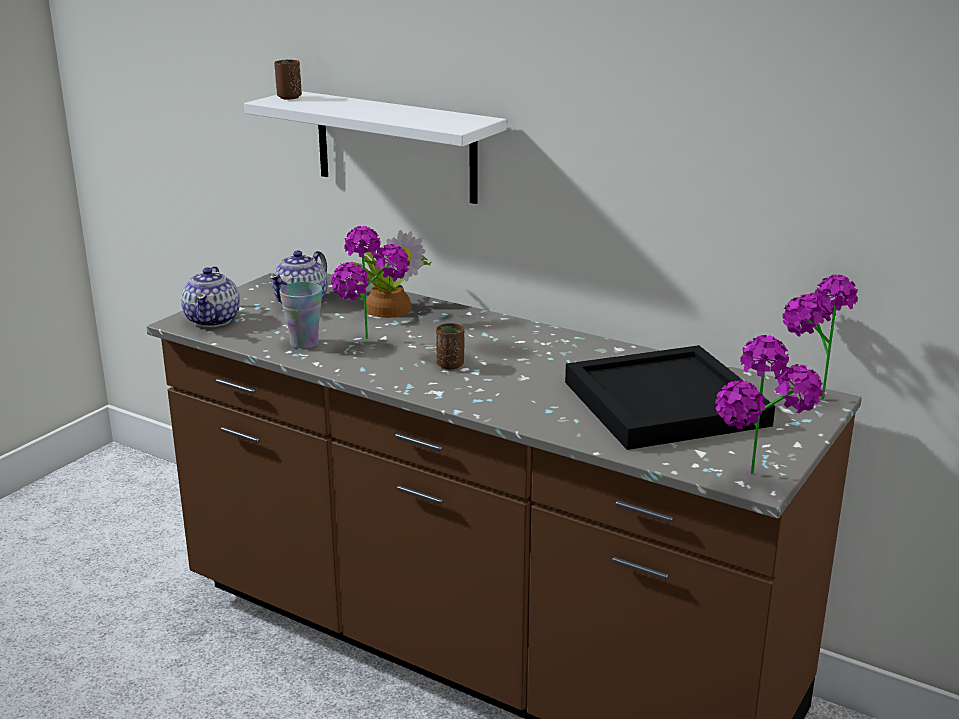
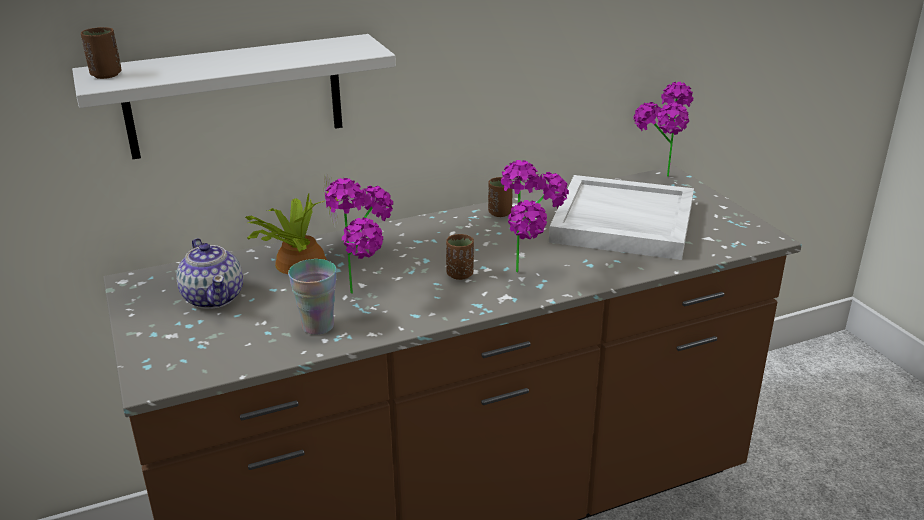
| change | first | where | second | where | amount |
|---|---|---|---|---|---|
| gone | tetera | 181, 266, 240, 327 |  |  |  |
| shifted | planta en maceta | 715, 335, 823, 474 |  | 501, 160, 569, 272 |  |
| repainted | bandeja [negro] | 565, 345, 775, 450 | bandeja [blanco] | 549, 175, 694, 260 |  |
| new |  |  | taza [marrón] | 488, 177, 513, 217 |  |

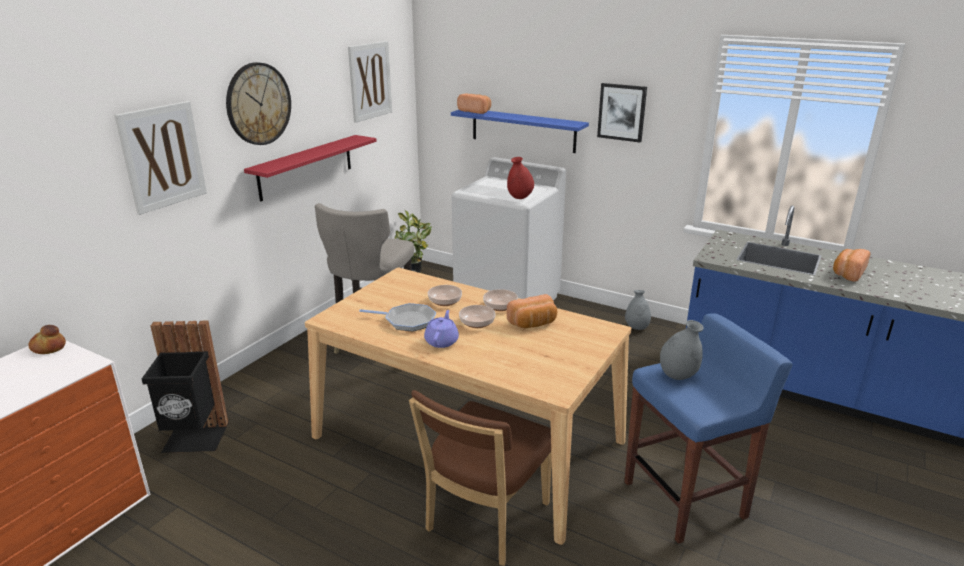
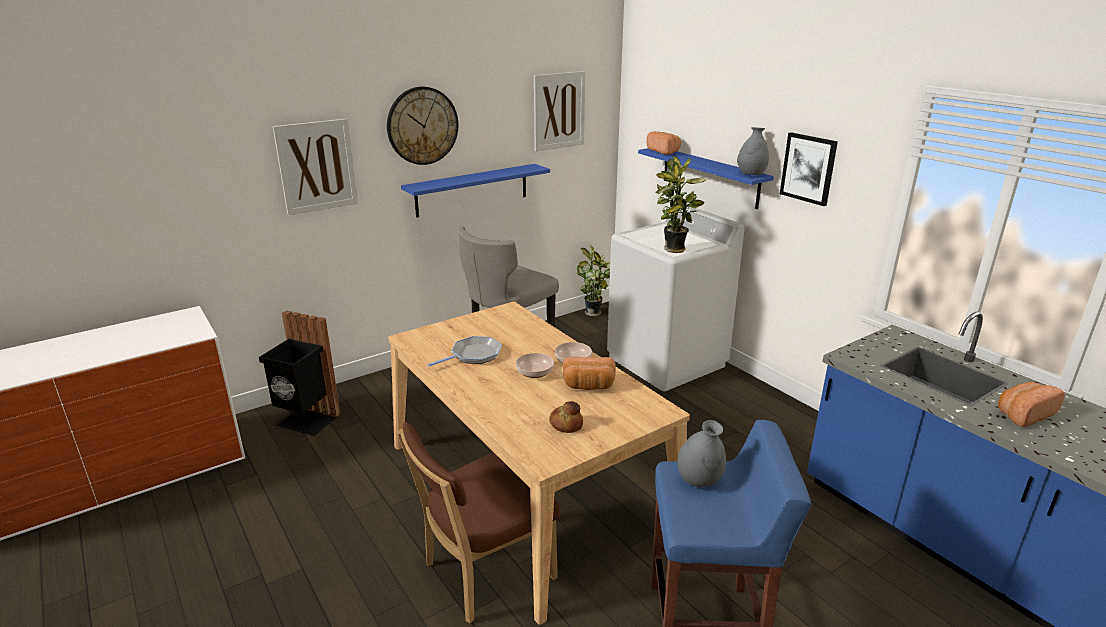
| change | first | where | second | where | amount |
|---|---|---|---|---|---|
| repainted | estante [rojo] | 244, 135, 377, 202 | estante [azul] | 401, 164, 550, 218 |  |
| swapped | florero [rojo] | 507, 157, 534, 199 | planta en maceta | 655, 155, 706, 253 |  |
| gone | cuenco | 428, 285, 462, 306 |  |  |  |
| shifted | florero [gris] | 625, 290, 651, 330 |  | 737, 127, 769, 175 |  |
| rotated | sartén | 359, 303, 436, 331 |  | 427, 336, 502, 366 | 75 degrees counterclockwise |
| gone | tetera [morado] | 424, 310, 459, 348 |  |  |  |
| shifted | pan | 28, 325, 66, 354 |  | 549, 401, 583, 433 |  |

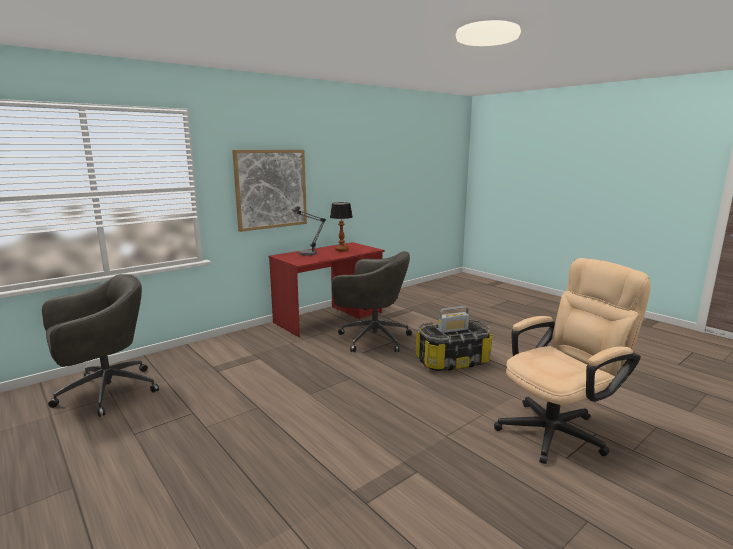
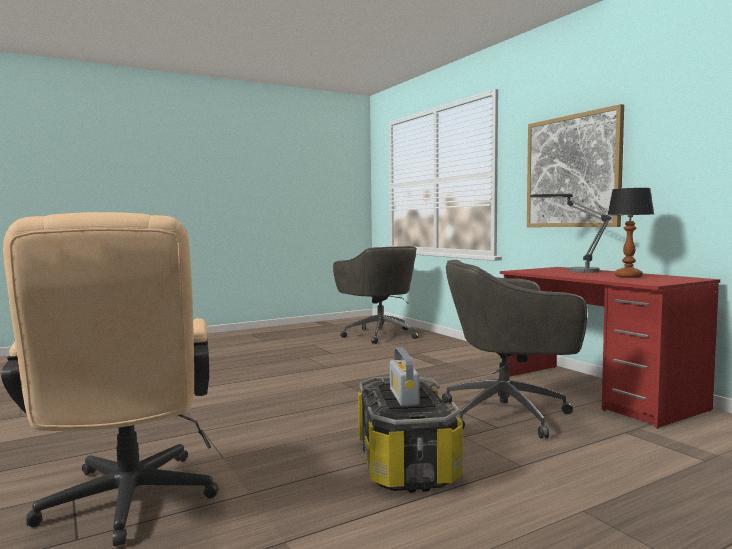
| change | first | where | second | where | amount |
|---|---|---|---|---|---|
| rotated | silla de oficina [gris] | 332, 251, 412, 352 |  | 442, 260, 587, 439 | 60 degrees clockwise |

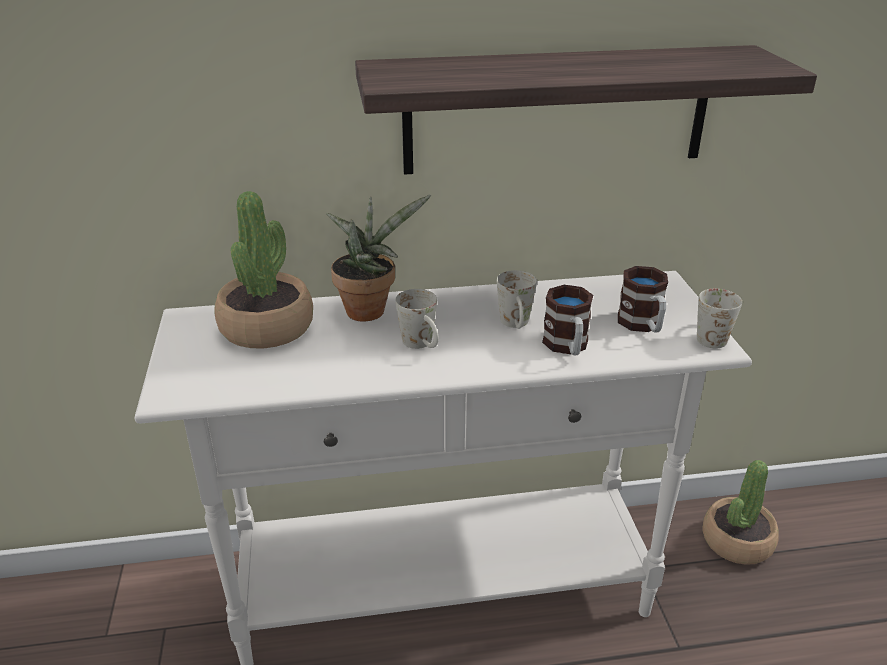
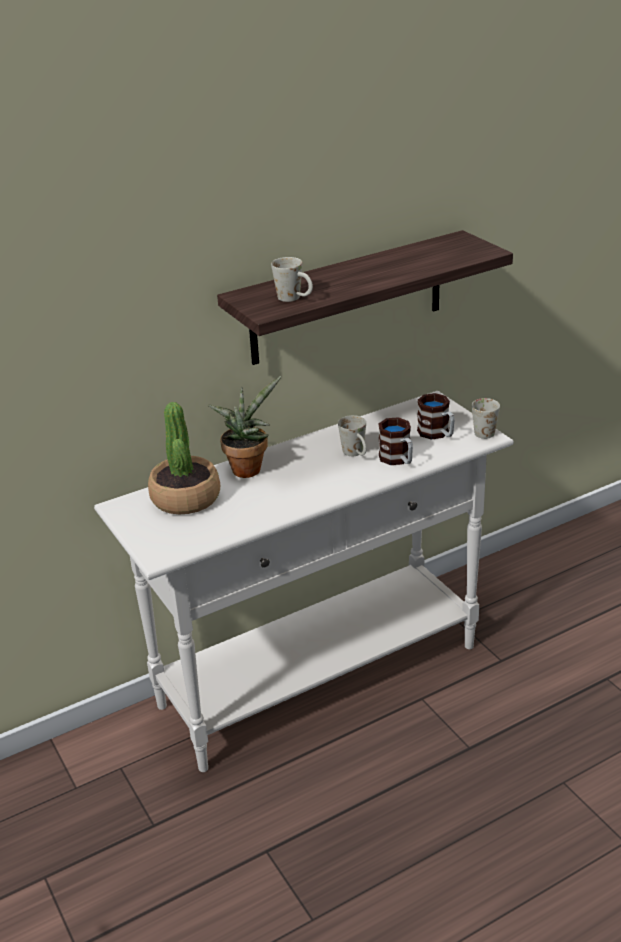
| change | first | where | second | where | amount |
|---|---|---|---|---|---|
| shifted | taza grande [blanco] | 395, 289, 439, 349 |  | 271, 257, 313, 302 |  |
| gone | planta en maceta | 702, 460, 779, 565 |  |  |  |

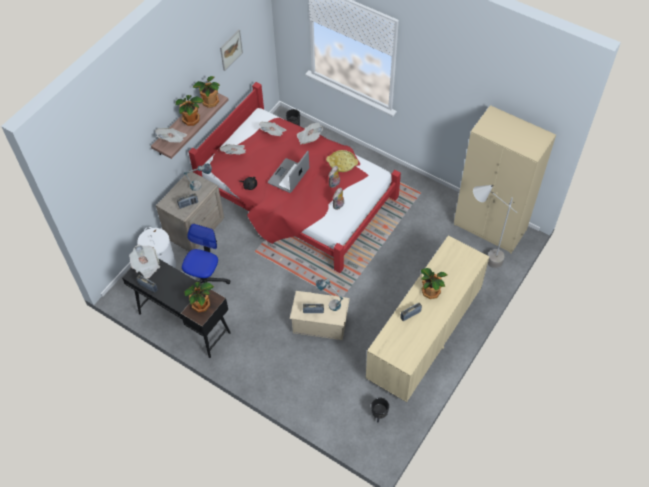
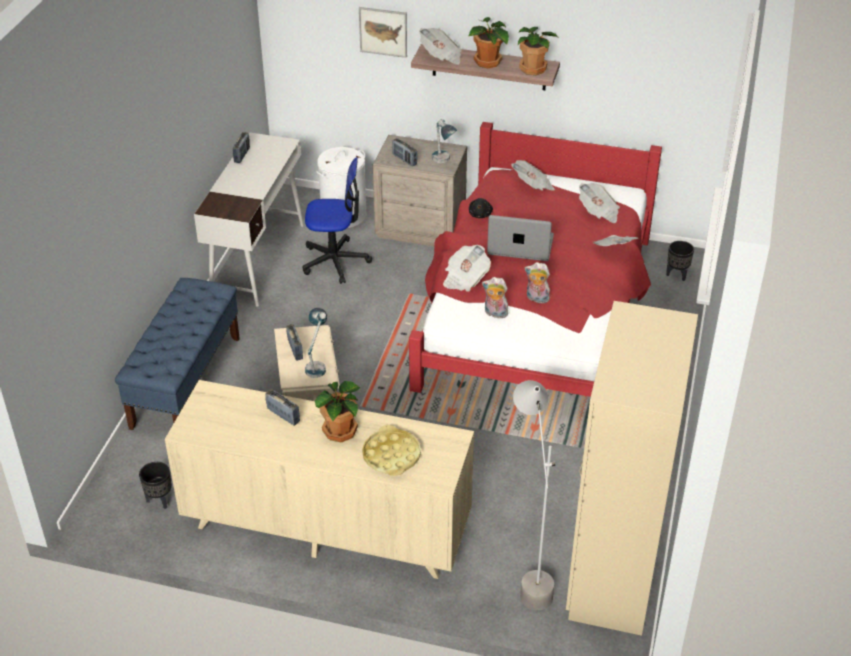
| change | first | where | second | where | amount |
|---|---|---|---|---|---|
| shifted | cuadro | 220, 29, 243, 71 |  | 359, 7, 407, 58 |  |
| shifted | bandeja [amarillo] | 326, 150, 358, 172 |  | 362, 425, 421, 476 |  |
| shifted | periódico | 129, 244, 160, 279 |  | 443, 245, 491, 291 |  |
| repainted | escritorio [negro] | 122, 258, 231, 358 | escritorio [blanco] | 194, 132, 304, 306 |  |
| gone | planta en maceta | 185, 282, 214, 312 |  |  |  |
| new |  |  | banco [azul] | 115, 278, 240, 430 |  |

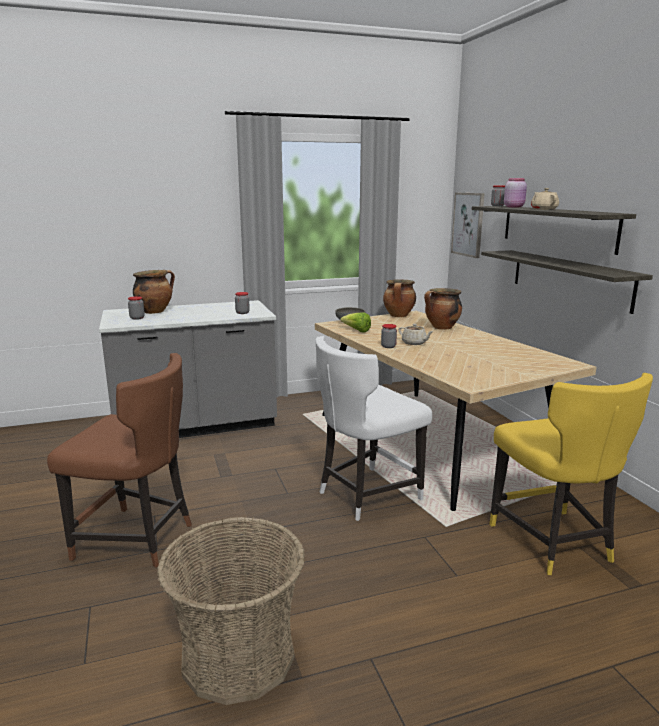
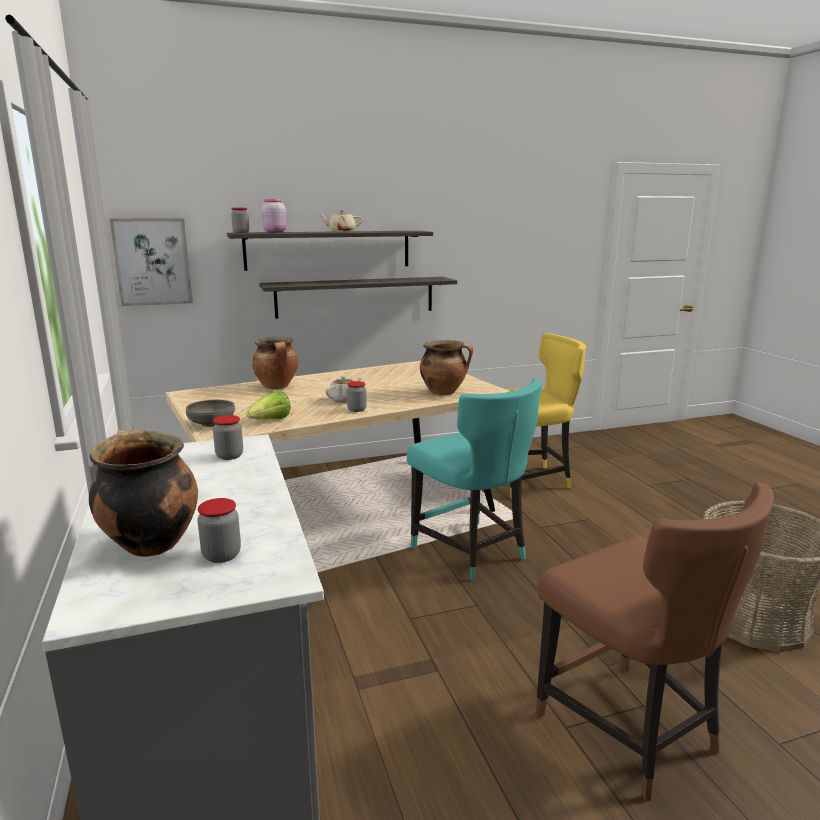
| change | first | where | second | where | amount |
|---|---|---|---|---|---|
| shifted | olla | 383, 279, 416, 317 |  | 420, 340, 473, 395 |  |
| repainted | silla [blanco] | 315, 336, 432, 521 | silla [turquesa] | 407, 379, 542, 582 |  |
| rotated | silla [marrón] | 47, 353, 192, 568 |  | 536, 482, 774, 801 | 135 degrees clockwise |

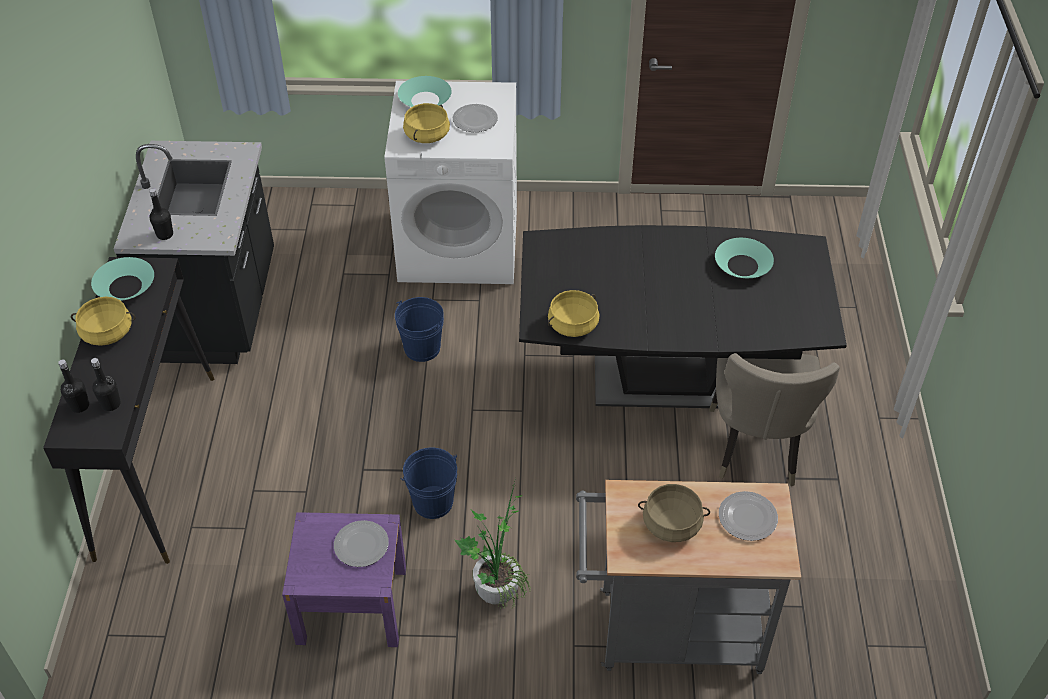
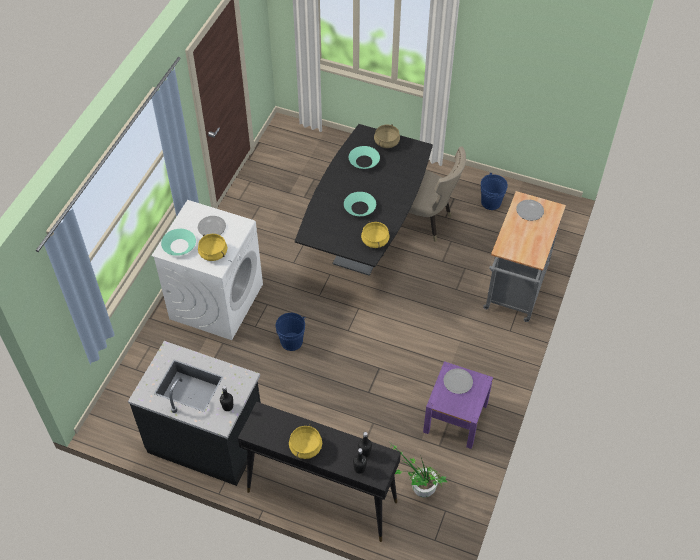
| change | first | where | second | where | amount |
|---|---|---|---|---|---|
| shifted | cuenco [turquesa] | 91, 257, 154, 301 |  | 344, 192, 376, 216 |  |
| shifted | cubo [azul] | 401, 447, 457, 519 |  | 481, 173, 508, 210 |  |
| shifted | planta en maceta | 455, 478, 530, 609 |  | 390, 445, 447, 498 |  |
| shifted | olla [beis] | 638, 484, 710, 542 |  | 374, 124, 400, 148 |  |

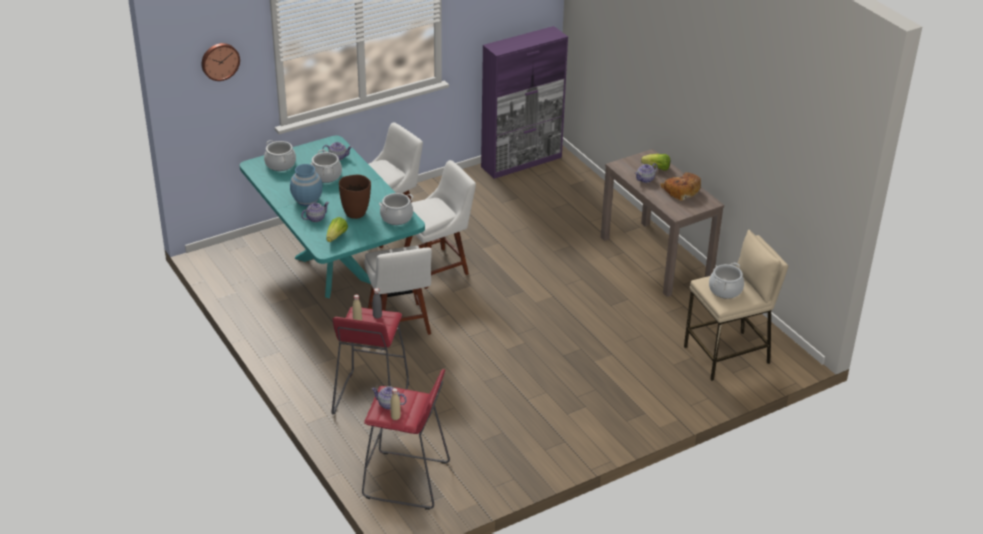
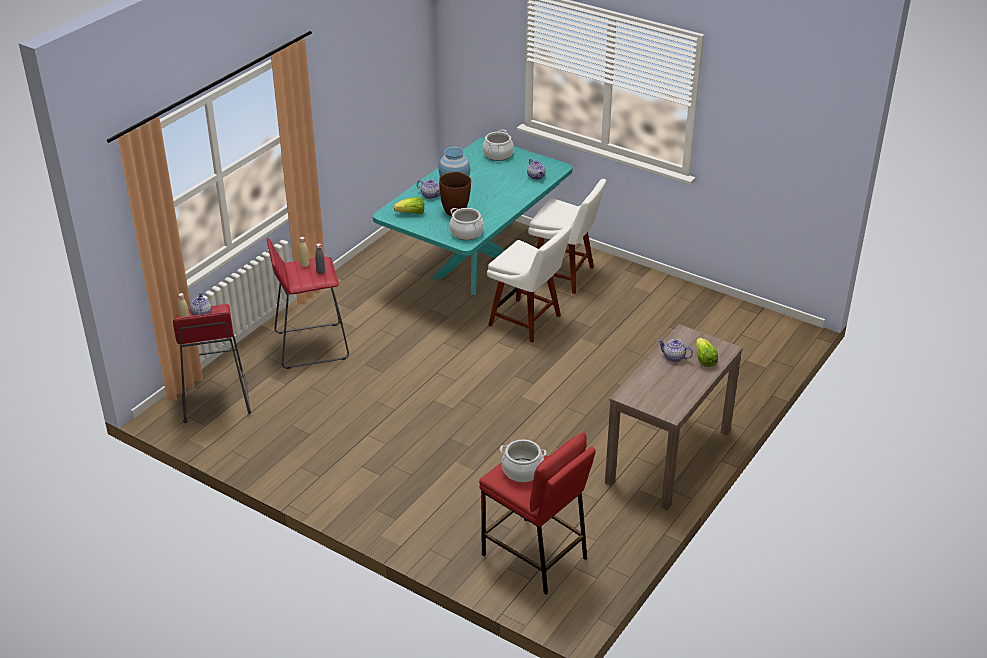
| change | first | where | second | where | amount |
|---|---|---|---|---|---|
| gone | armario [morado] | 481, 26, 568, 179 |  |  |  |
| gone | reloj de pared | 202, 43, 240, 81 |  |  |  |
| gone | olla | 310, 150, 342, 183 |  |  |  |
| gone | pan | 660, 172, 701, 201 |  |  |  |
| repainted | taburete [beis] | 684, 230, 788, 381 | taburete [rojo] | 479, 432, 596, 595 |  |
| gone | silla [blanco] | 364, 246, 432, 335 |  |  |  |

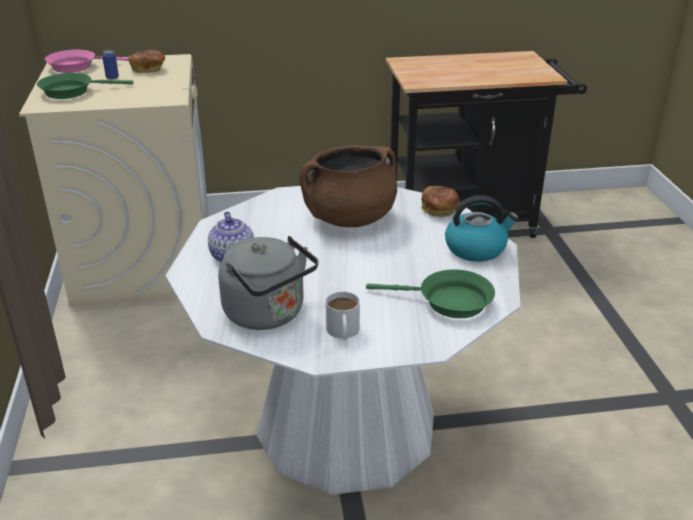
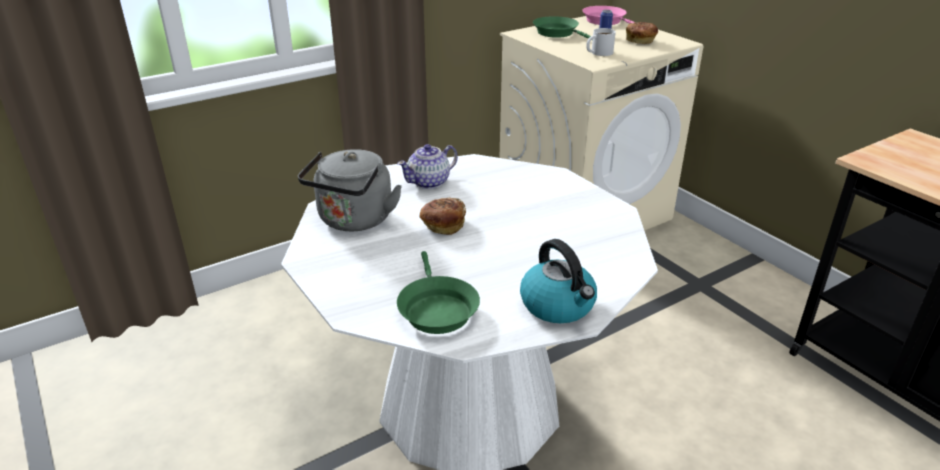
| change | first | where | second | where | amount |
|---|---|---|---|---|---|
| gone | olla [marrón] | 299, 145, 397, 227 |  |  |  |
| shifted | pan | 421, 186, 460, 217 |  | 419, 198, 466, 235 |  |
| shifted | taza grande [blanco] | 326, 291, 360, 340 |  | 586, 28, 616, 56 |  |

